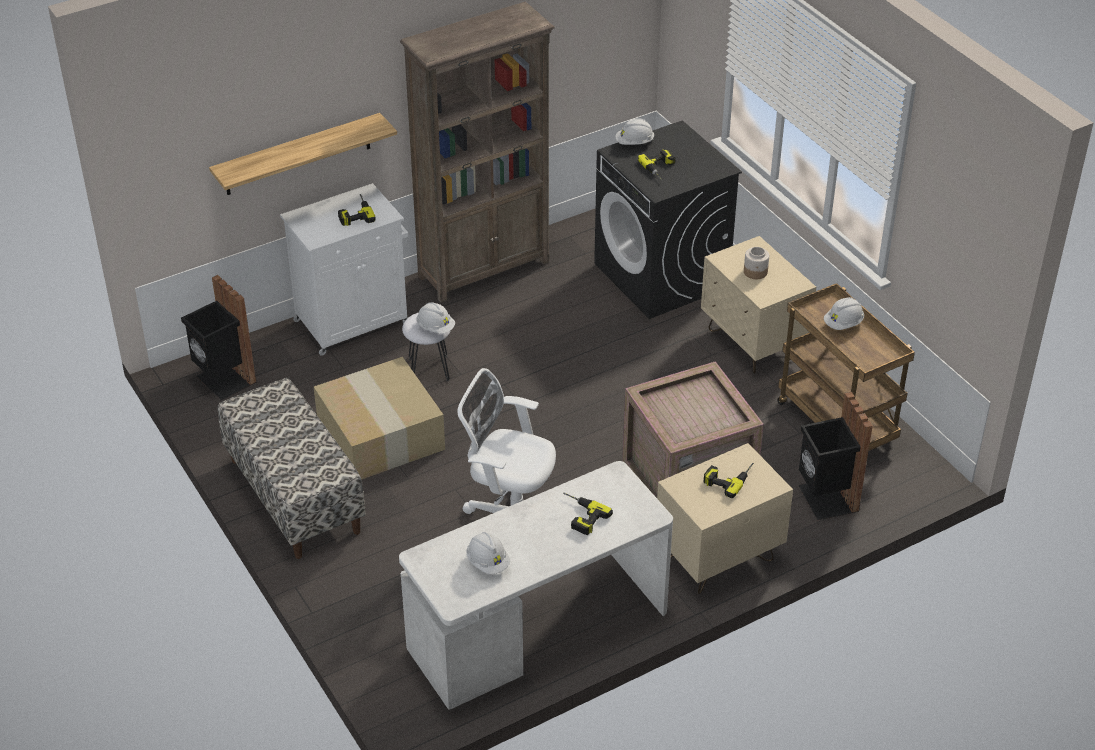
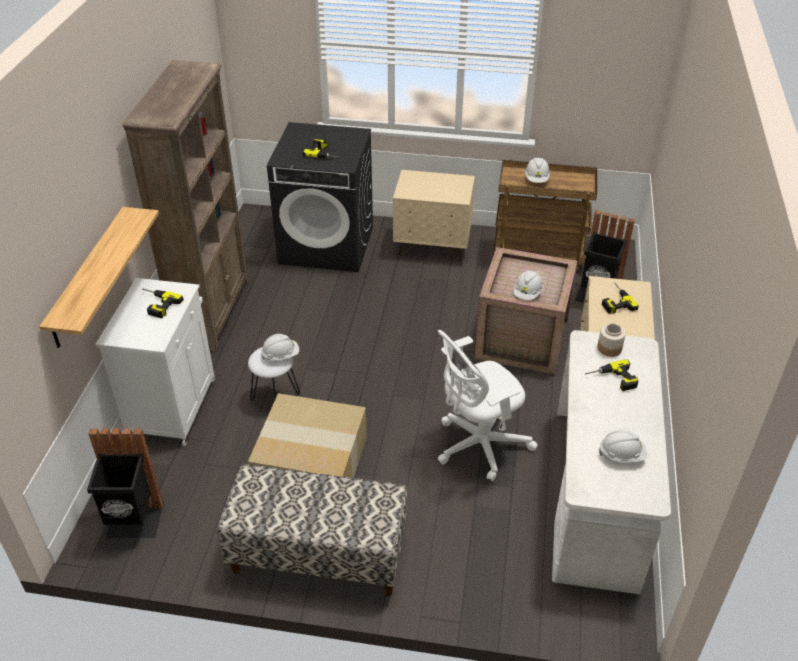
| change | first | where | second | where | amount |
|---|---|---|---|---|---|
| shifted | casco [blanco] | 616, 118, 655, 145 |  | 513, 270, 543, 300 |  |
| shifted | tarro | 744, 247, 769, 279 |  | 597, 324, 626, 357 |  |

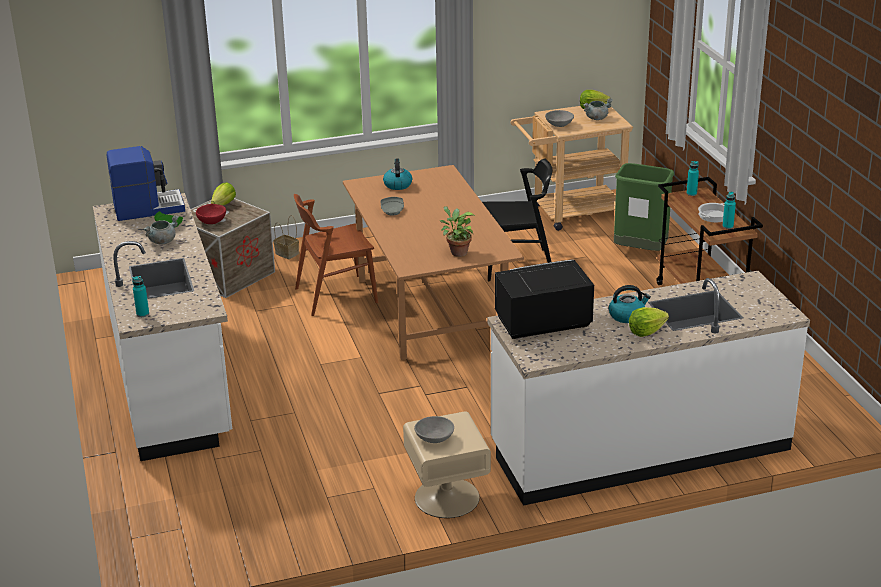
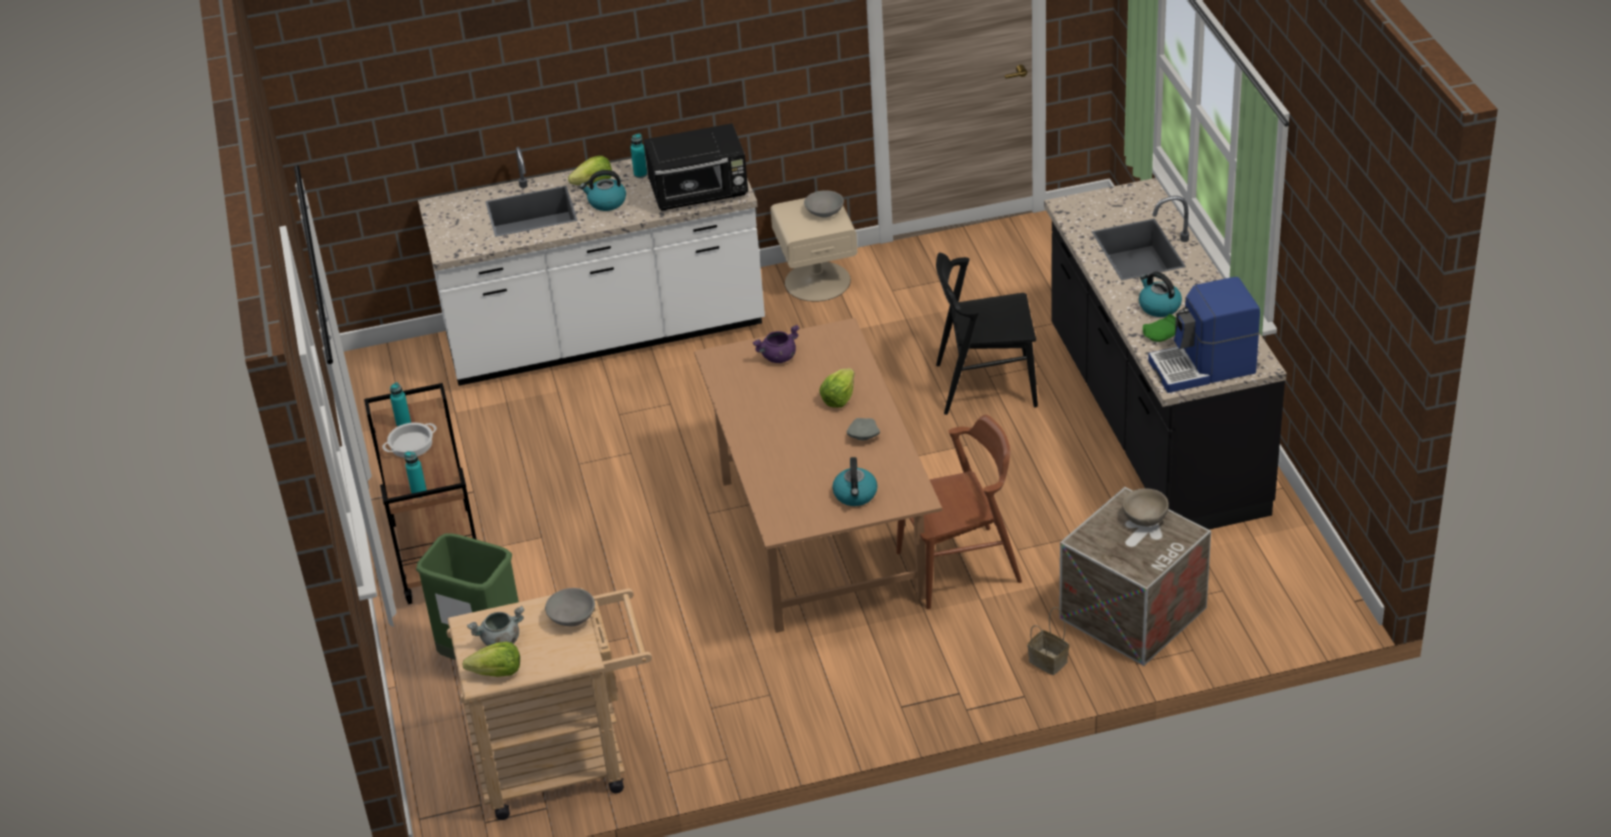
| change | first | where | second | where | amount |
|---|---|---|---|---|---|
| shifted | silla [negro] | 482, 158, 552, 281 |  | 936, 252, 1038, 415 |  |
| shifted | lechuga | 211, 182, 236, 206 |  | 819, 368, 854, 408 |  |
| repainted | mueble bajo de cocina [blanco] | 93, 193, 232, 461 | mueble bajo de cocina [negro] | 1044, 178, 1287, 530 |  |
| repainted | cuenco [rojo] | 196, 204, 226, 224 | cuenco [beis] | 1122, 488, 1169, 526 |  |
| swapped | planta en maceta | 440, 206, 475, 257 | olla [morado] | 752, 325, 799, 363 |  |
| swapped | olla [gris] | 144, 215, 179, 244 | hervidor | 1139, 272, 1182, 317 |  |
| shifted | botella [turquesa] | 132, 276, 149, 317 |  | 630, 133, 647, 178 |  |

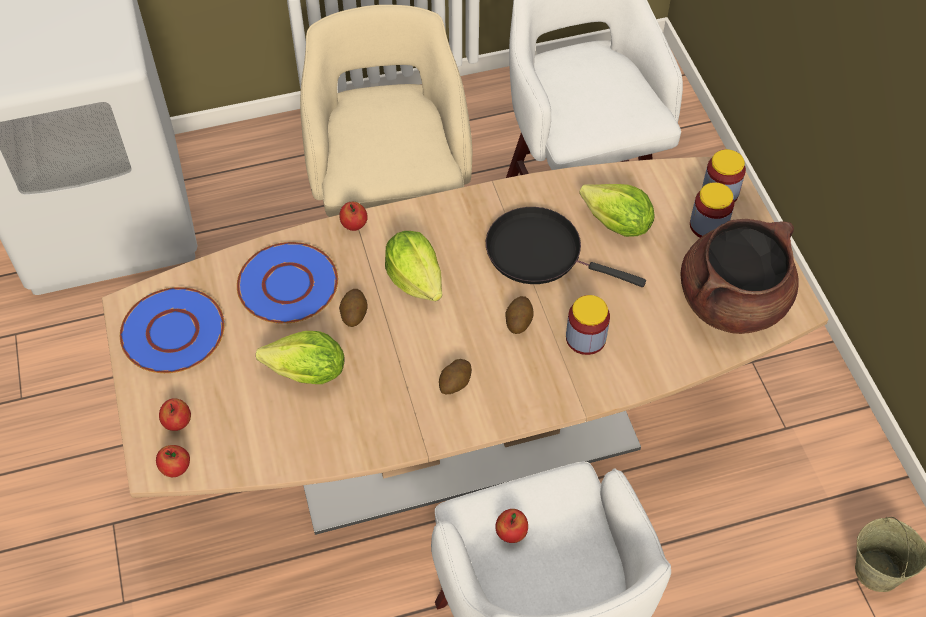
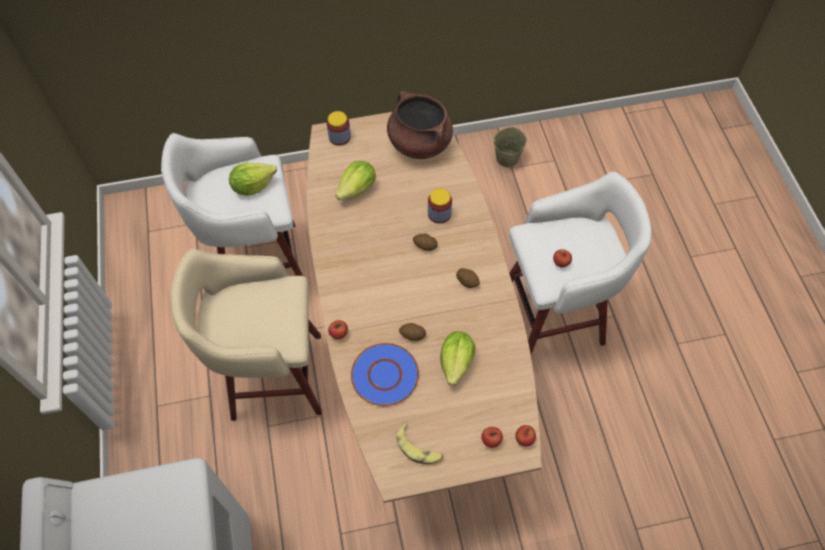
| change | first | where | second | where | amount |
|---|---|---|---|---|---|
| gone | tarro | 690, 182, 734, 238 |  |  |  |
| gone | sartén [negro] | 486, 207, 646, 287 |  |  |  |
| shifted | lechuga | 385, 231, 442, 301 |  | 229, 163, 277, 196 |  |
| swapped | plato [azul] | 120, 287, 225, 373 | plátano | 396, 421, 443, 464 |  |

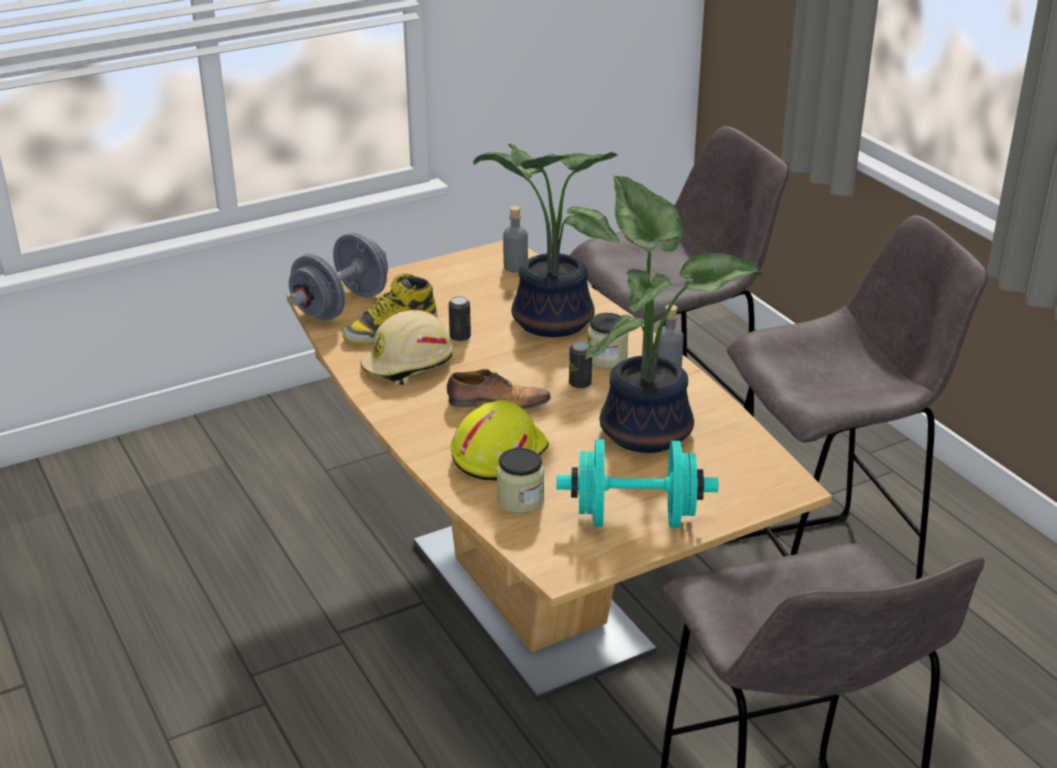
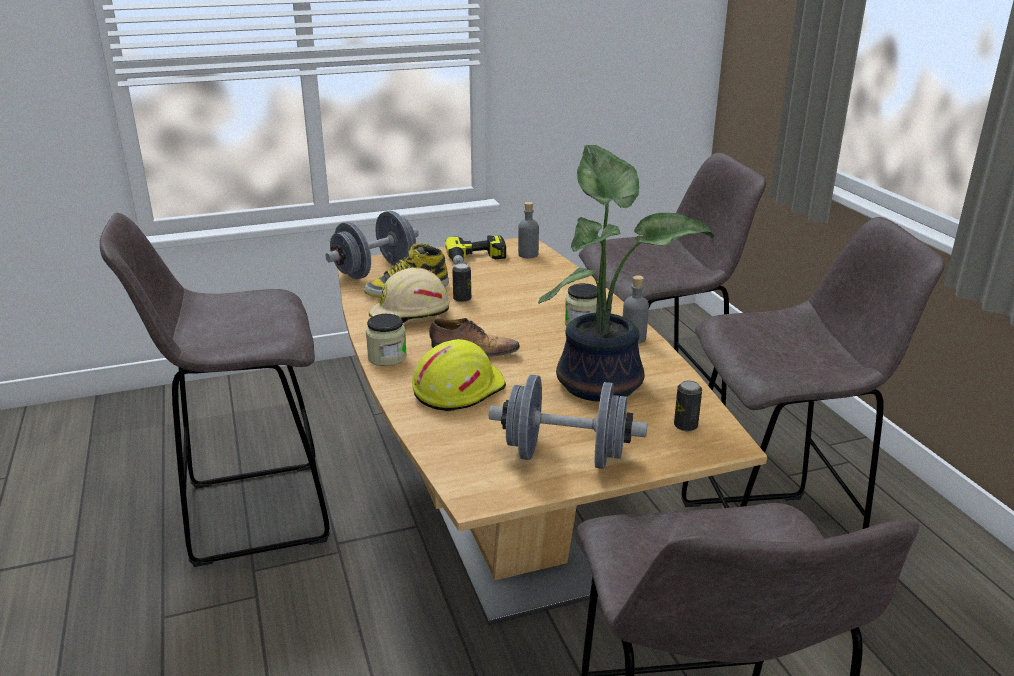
| change | first | where | second | where | amount |
|---|---|---|---|---|---|
| gone | planta en maceta | 473, 144, 619, 337 |  |  |  |
| shifted | lata | 569, 341, 592, 389 |  | 674, 381, 702, 431 |  |
| repainted | mancuerna [turquesa] | 556, 439, 718, 528 | mancuerna [gris] | 489, 375, 647, 469 |  |
| shifted | tarro | 496, 448, 544, 514 |  | 366, 314, 407, 366 |  |
| new |  |  | taburete [gris] | 100, 213, 330, 567 |  |
| new |  |  | taladro | 445, 235, 506, 264 |  |

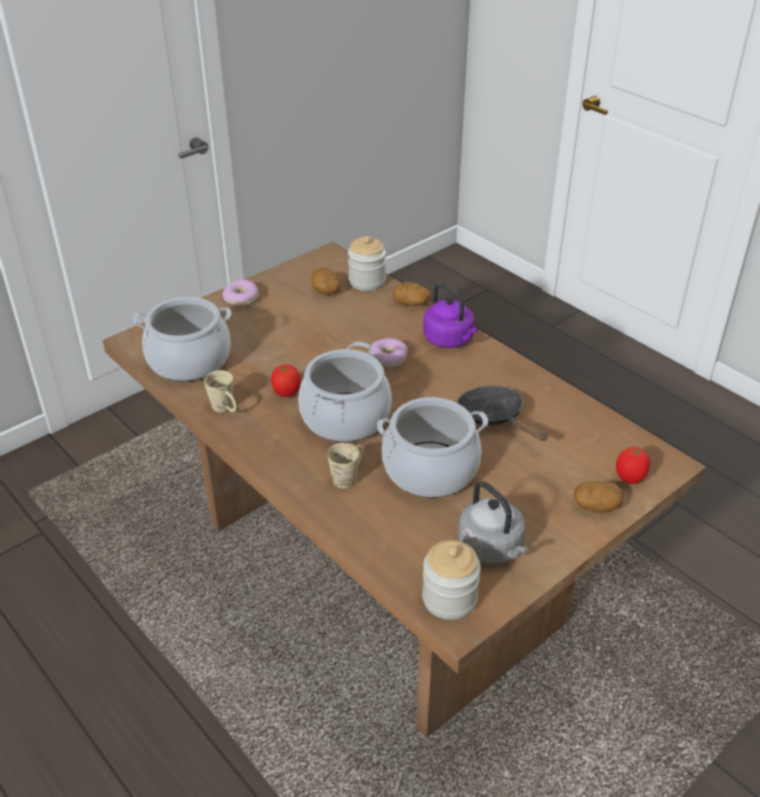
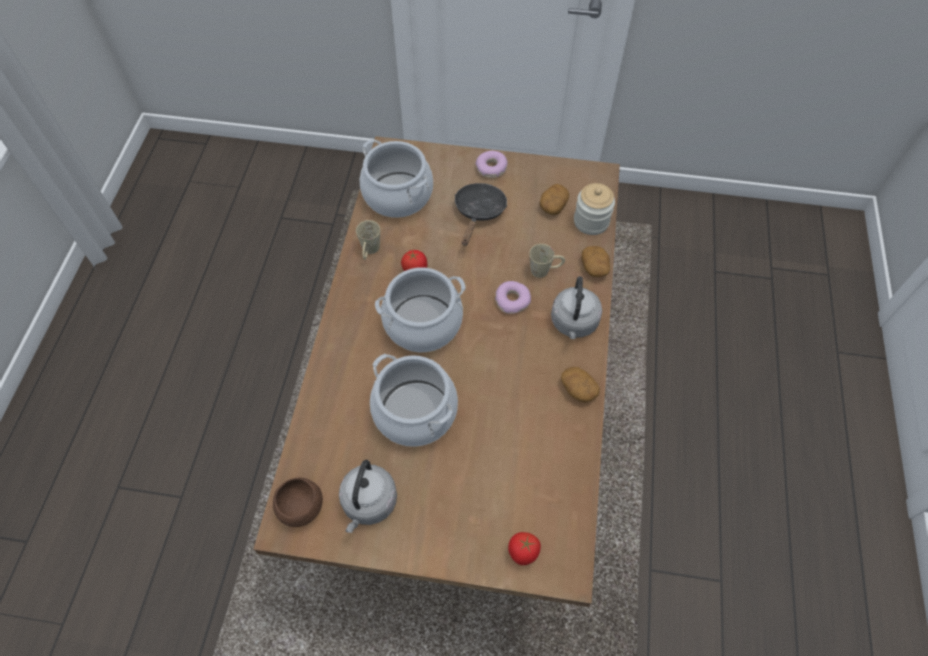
| change | first | where | second | where | amount |
|---|---|---|---|---|---|
| repainted | hervidor [morado] | 423, 283, 478, 348 | hervidor [gris] | 551, 276, 602, 339 |  |
| shifted | sartén [negro] | 457, 386, 548, 441 |  | 455, 183, 507, 246 |  |
| shifted | taza grande [beis] | 327, 443, 363, 489 |  | 529, 244, 565, 278 |  |
| shifted | patata | 574, 481, 624, 513 |  | 561, 367, 600, 403 |  |
| swapped | tarro | 422, 540, 481, 620 | cuenco [marrón] | 273, 478, 323, 527 |  |

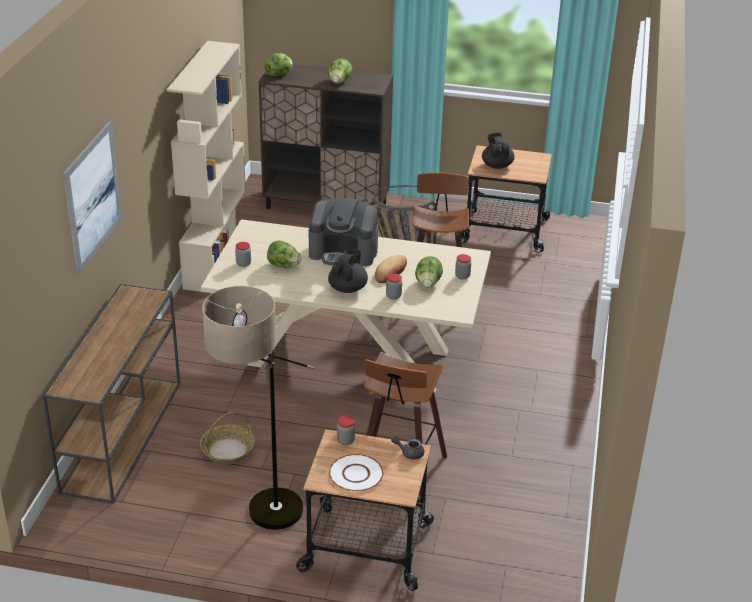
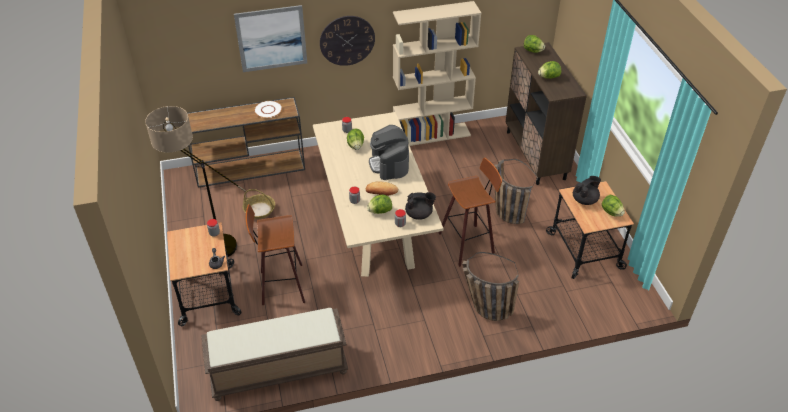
| change | first | where | second | where | amount |
|---|---|---|---|---|---|
| shifted | tetera [negro] | 328, 249, 368, 293 |  | 405, 192, 436, 220 |  |
| shifted | plato [blanco] | 329, 454, 384, 492 |  | 254, 101, 282, 118 |  |
| new |  |  | reloj de pared | 320, 16, 375, 66 |  |
| new |  |  | lechuga | 602, 195, 625, 217 |  |
| new |  |  | cesta | 462, 252, 519, 321 |  |
| new |  |  | banco [marrón] | 201, 308, 348, 401 |  |

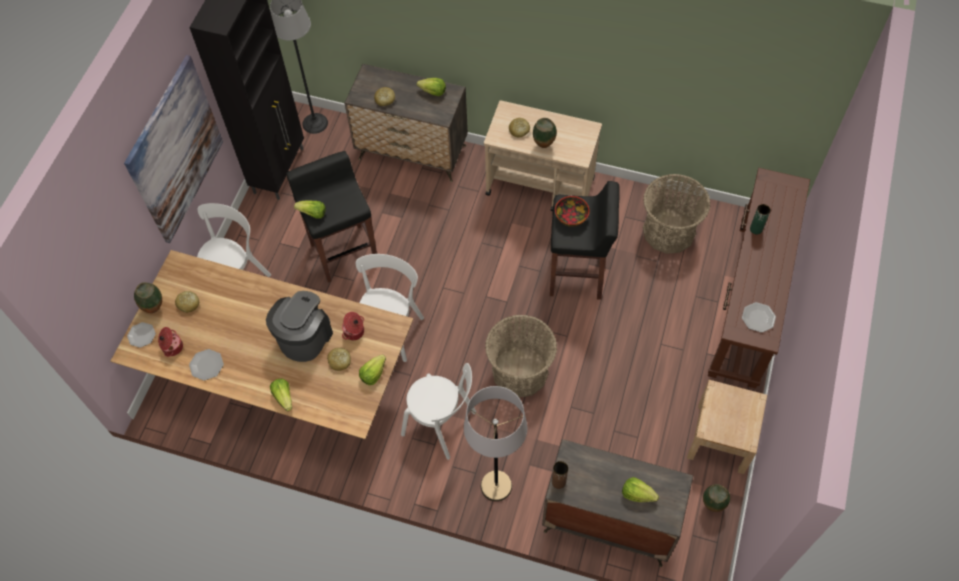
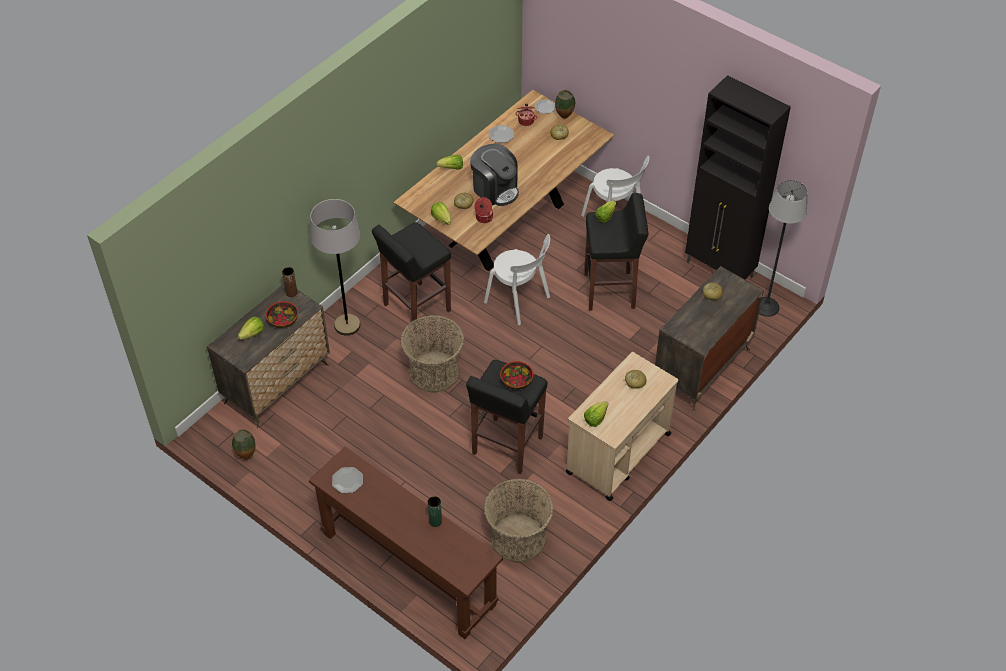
| change | first | where | second | where | amount |
|---|---|---|---|---|---|
| gone | cuadro | 124, 55, 223, 243 |  |  |  |
| shifted | lechuga | 416, 78, 446, 96 |  | 584, 401, 608, 427 |  |
| gone | florero | 533, 118, 557, 148 |  |  |  |
| swapped | silla [blanco] | 401, 363, 476, 460 | taburete [negro] | 372, 222, 451, 332 |  |
| gone | mesita de noche [beis] | 687, 380, 767, 474 |  |  |  |
| new |  |  | cuenco | 266, 301, 298, 328 |  |

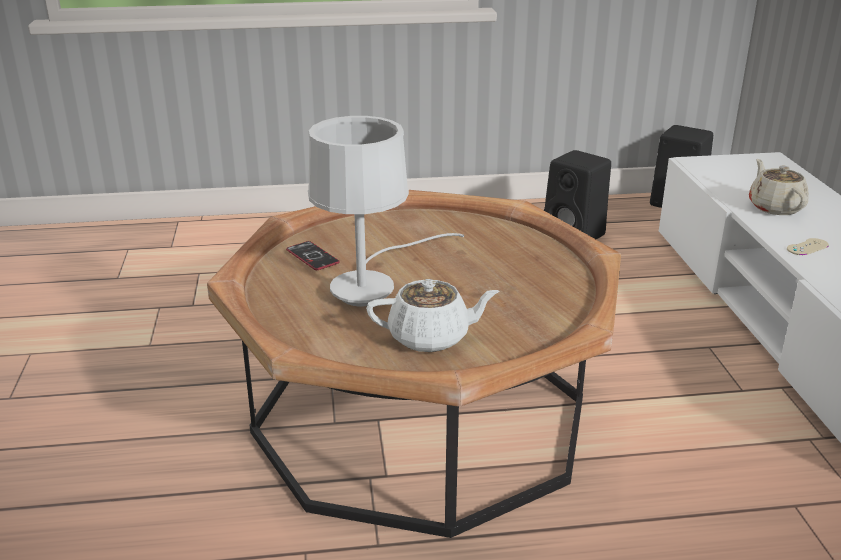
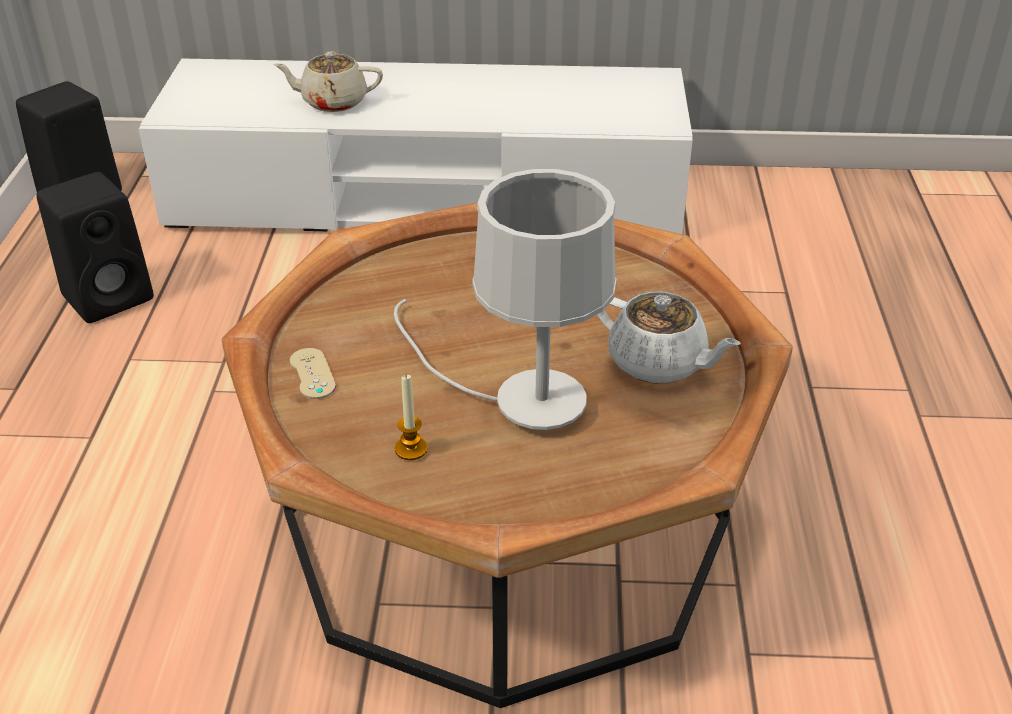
| change | first | where | second | where | amount |
|---|---|---|---|---|---|
| shifted | mando de consola [beis] | 787, 238, 829, 255 |  | 290, 348, 336, 399 |  |
| swapped | móvil | 286, 241, 340, 270 | vela | 395, 375, 427, 460 |  |
| rotated | tetera [blanco] | 366, 279, 499, 352 |  | 597, 292, 741, 384 | 120 degrees clockwise |

